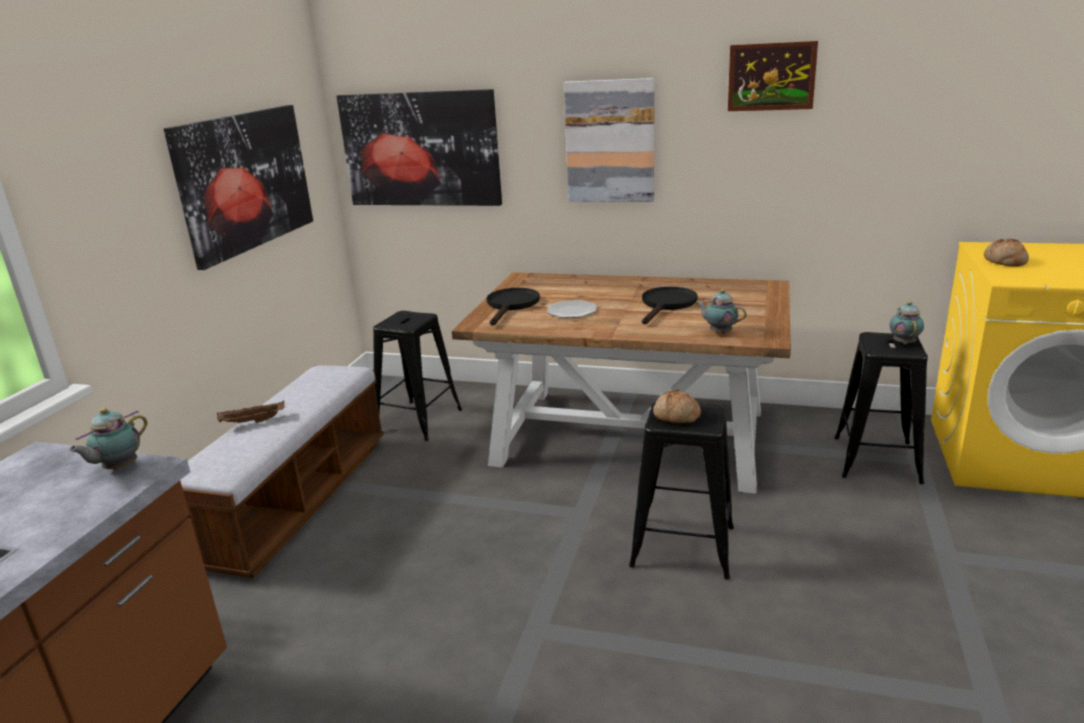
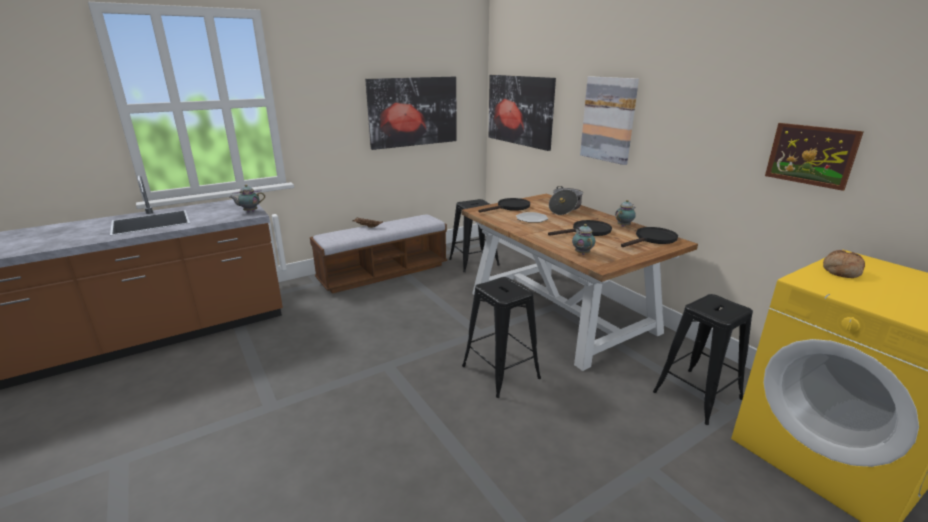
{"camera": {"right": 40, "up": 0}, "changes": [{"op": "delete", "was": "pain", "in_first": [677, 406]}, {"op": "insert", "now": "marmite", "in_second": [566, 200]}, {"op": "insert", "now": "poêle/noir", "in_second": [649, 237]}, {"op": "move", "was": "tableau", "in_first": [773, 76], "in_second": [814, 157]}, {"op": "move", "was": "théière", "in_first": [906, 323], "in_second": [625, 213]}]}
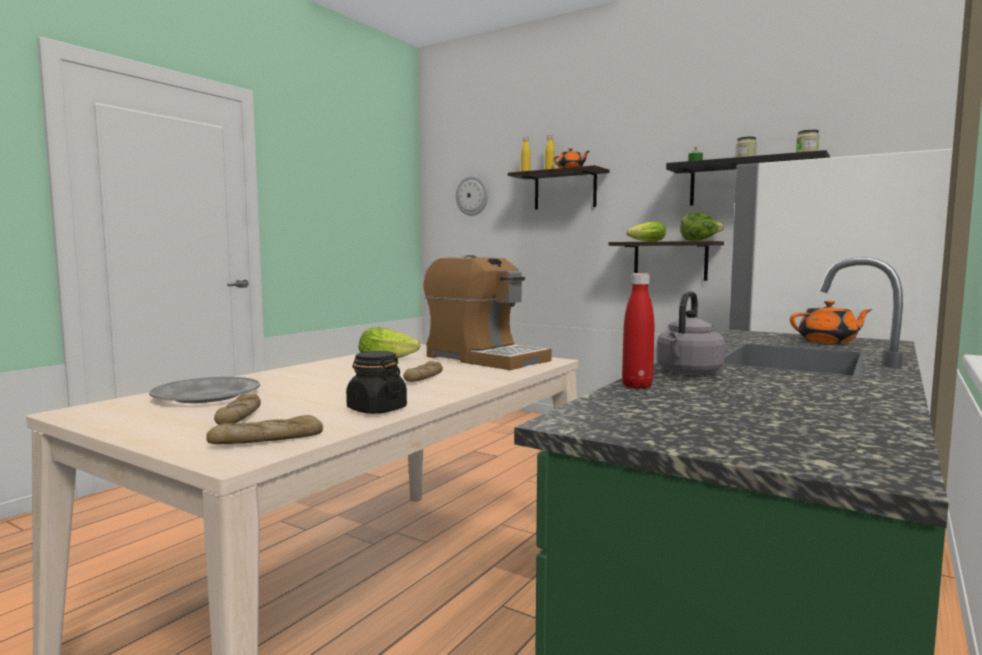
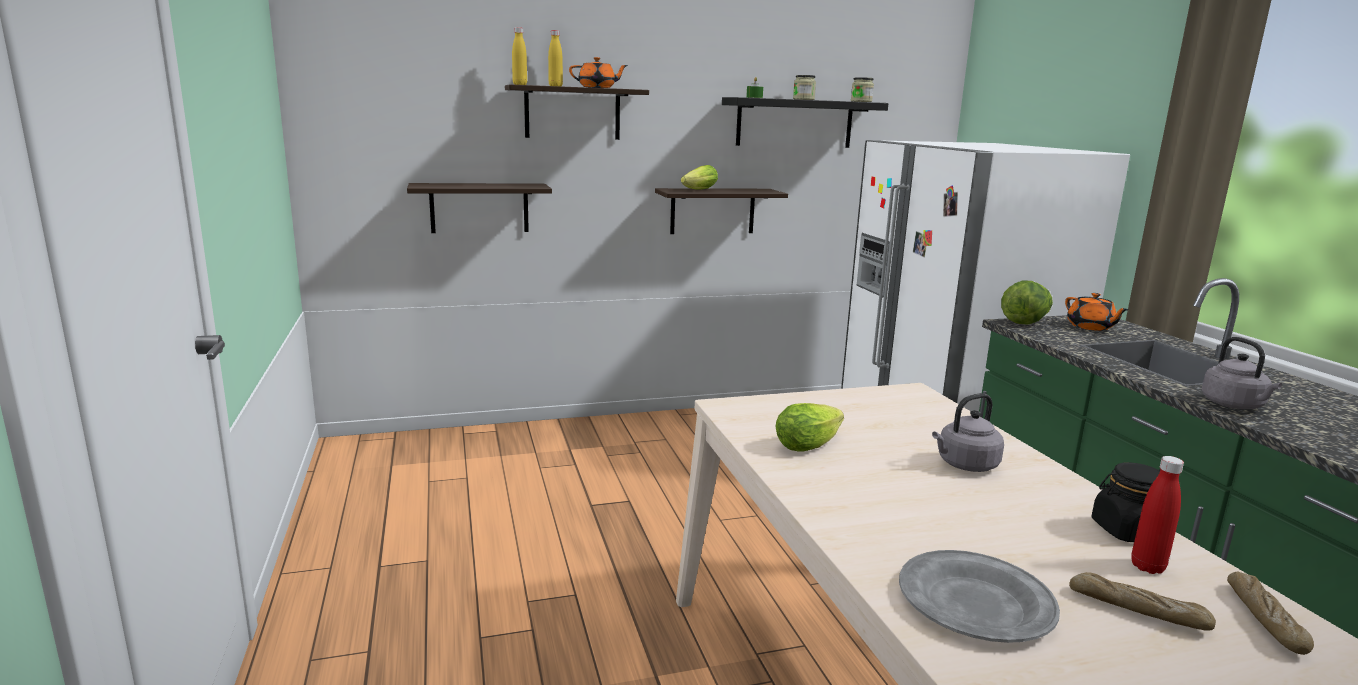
{"camera": {"right": -50, "up": 10}, "changes": [{"op": "delete", "was": "machine à café", "in_first": [487, 312]}, {"op": "delete", "was": "horloge murale", "in_first": [472, 195]}, {"op": "insert", "now": "étagère", "in_second": [479, 208]}, {"op": "move", "was": "bouteille/rouge", "in_first": [638, 331], "in_second": [1157, 515]}, {"op": "move", "was": "laitue", "in_first": [702, 226], "in_second": [1027, 302]}, {"op": "replace", "was": "pain", "now": "bouilloire/gris", "in_first": [423, 371], "in_second": [968, 432]}, {"op": "rotate", "was": "théière/orange", "in_first": [831, 322], "in_second": [1097, 312], "clockwise": 120}]}
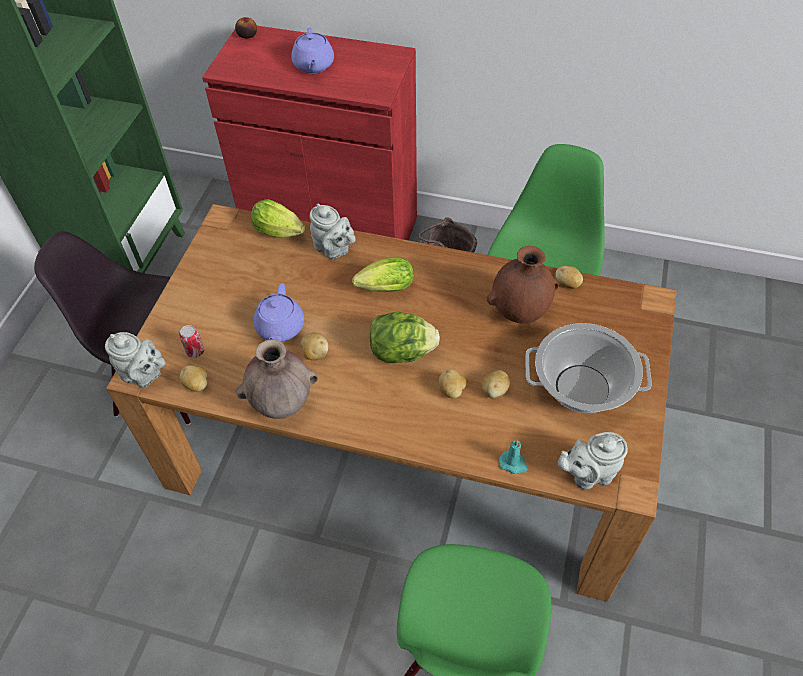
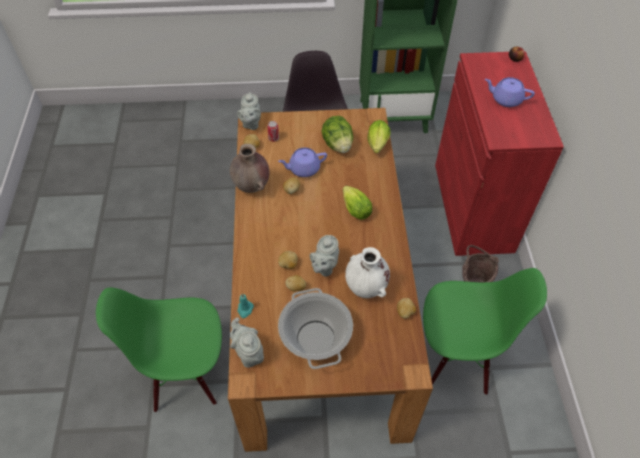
{"camera": {"right": 70, "up": 0}, "changes": [{"op": "move", "was": "théière/gris", "in_first": [332, 231], "in_second": [324, 256]}, {"op": "move", "was": "laitue", "in_first": [405, 337], "in_second": [337, 134]}, {"op": "recolor", "was": "vase/marron", "now": "vase/blanc", "in_first": [522, 284], "in_second": [367, 272]}, {"op": "rotate", "was": "théière/violet", "in_first": [313, 50], "in_second": [510, 92], "clockwise": 45}]}
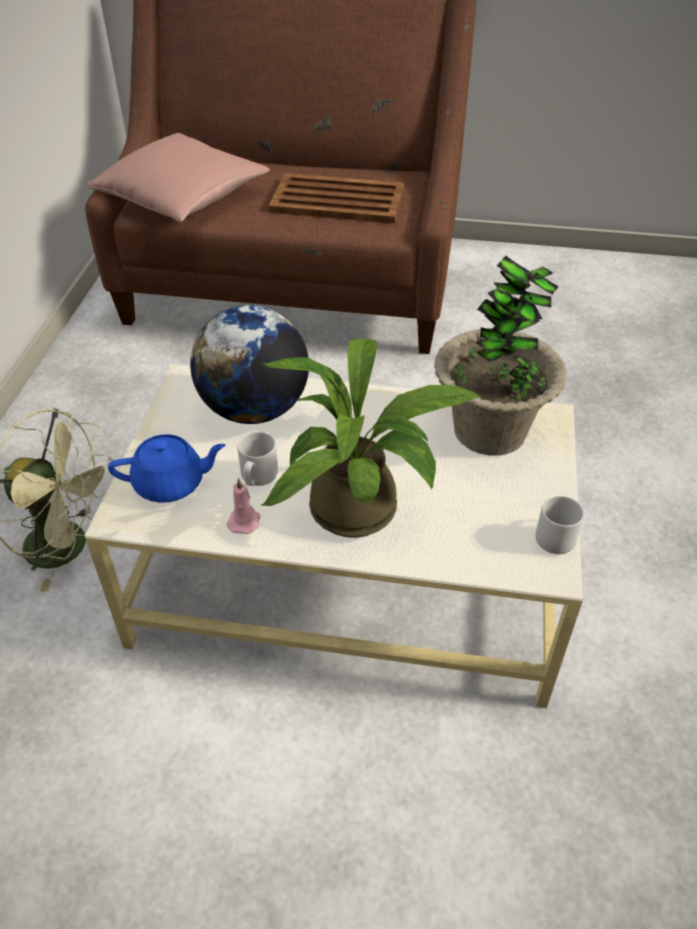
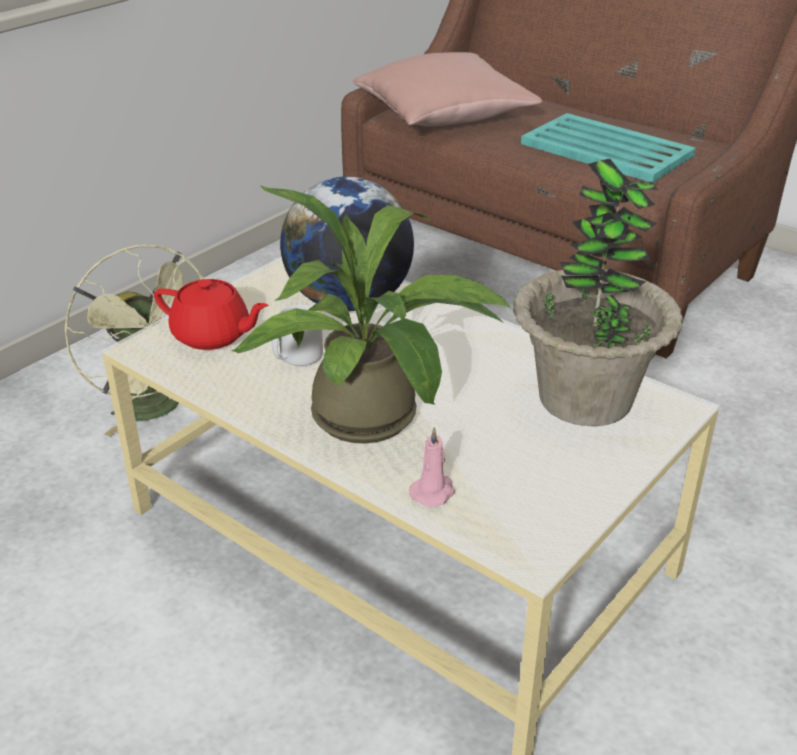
{"camera": {"right": 30, "up": -10}, "changes": [{"op": "delete", "was": "mug/gris", "in_first": [559, 525]}, {"op": "move", "was": "bougie/rose", "in_first": [243, 505], "in_second": [432, 467]}, {"op": "recolor", "was": "théière/bleu", "now": "théière/rouge", "in_first": [167, 468], "in_second": [211, 314]}, {"op": "recolor", "was": "plateau/marron", "now": "plateau/turquoise", "in_first": [336, 198], "in_second": [608, 148]}]}
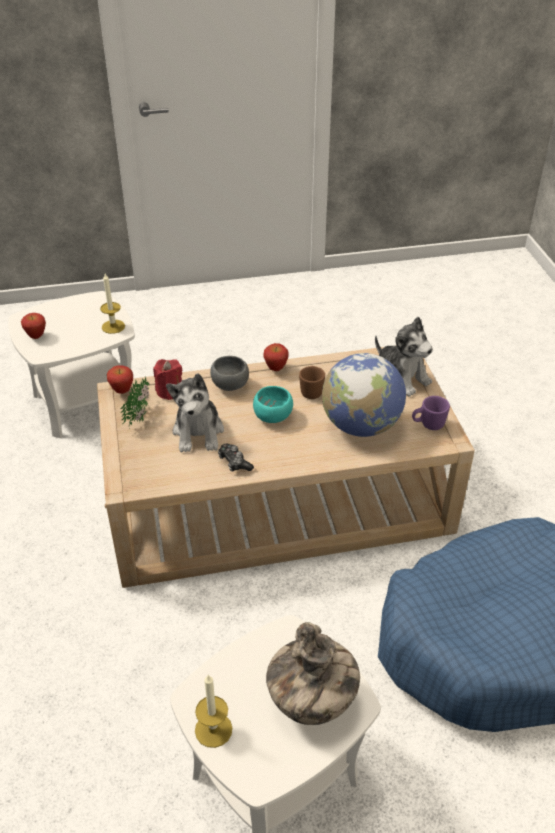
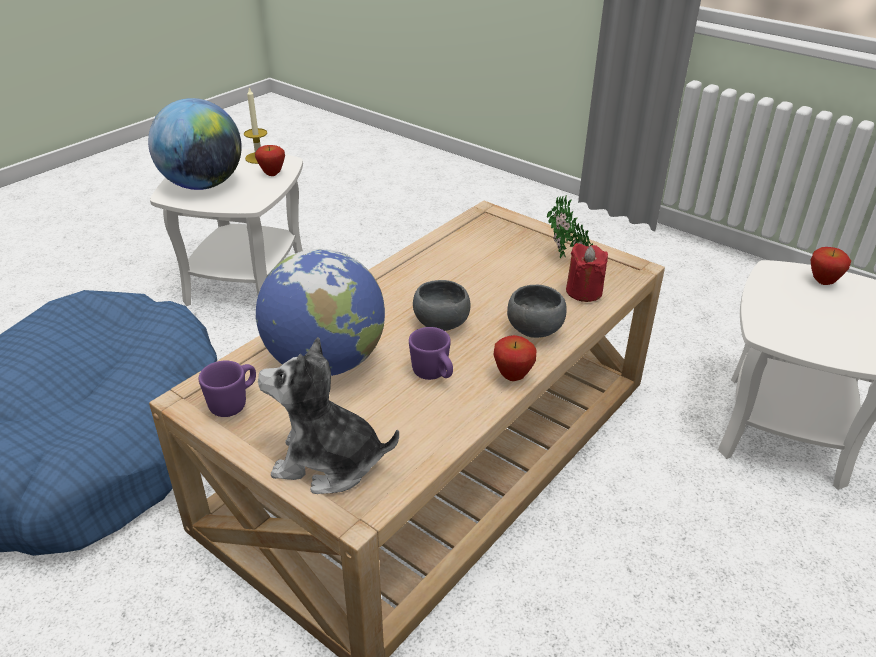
{"camera": {"right": 140, "up": -5}, "changes": [{"op": "delete", "was": "bougie", "in_first": [112, 304]}, {"op": "delete", "was": "peluche", "in_first": [195, 412]}, {"op": "delete", "was": "manette", "in_first": [236, 458]}, {"op": "move", "was": "pomme", "in_first": [120, 379], "in_second": [270, 160]}, {"op": "replace", "was": "vase", "now": "globe", "in_first": [313, 673], "in_second": [195, 144]}, {"op": "recolor", "was": "bol/turquoise", "now": "bol/gris", "in_first": [273, 404], "in_second": [442, 305]}, {"op": "recolor", "was": "mug/marron", "now": "mug/violet", "in_first": [312, 382], "in_second": [431, 353]}]}
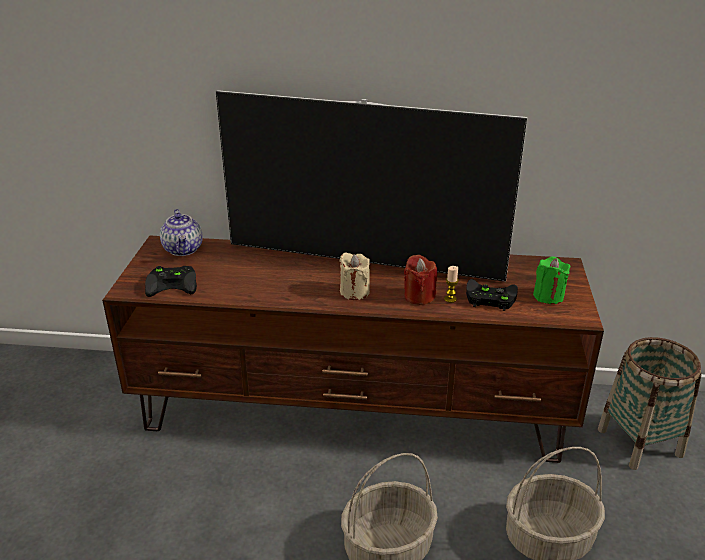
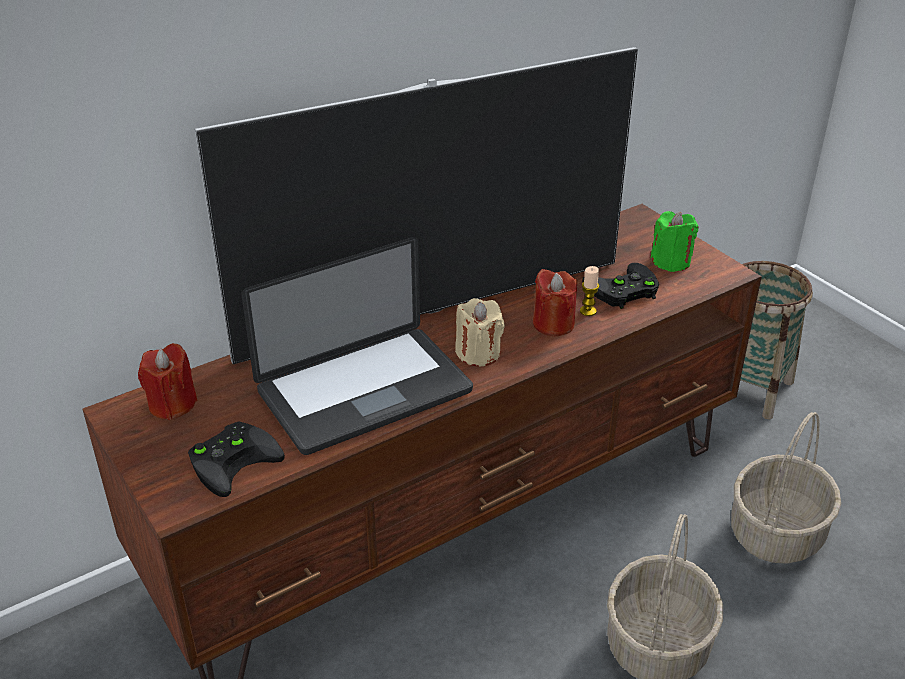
{"camera": {"right": -40, "up": 5}, "changes": [{"op": "insert", "now": "ordinateur portable", "in_second": [357, 346]}, {"op": "replace", "was": "théière", "now": "bougie/rouge", "in_first": [181, 232], "in_second": [167, 381]}]}
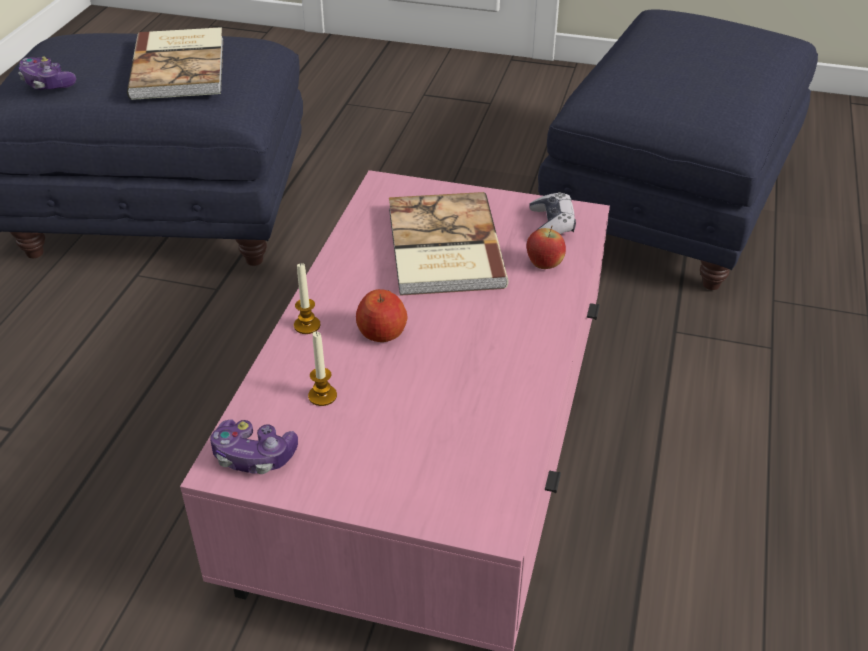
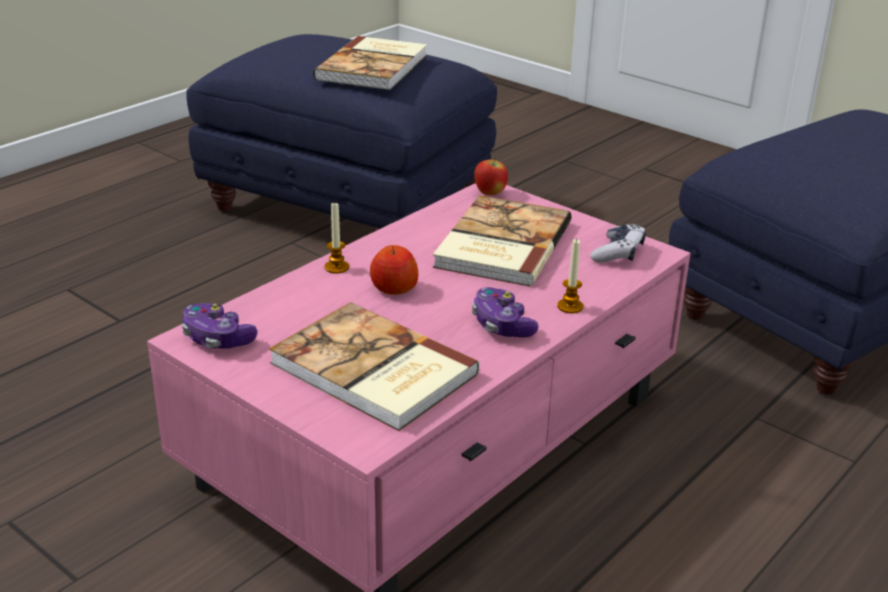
{"camera": {"right": 25, "up": -10}, "changes": [{"op": "insert", "now": "livre", "in_second": [374, 366]}, {"op": "move", "was": "manette", "in_first": [47, 73], "in_second": [505, 312]}, {"op": "move", "was": "bougie", "in_first": [322, 368], "in_second": [570, 276]}, {"op": "move", "was": "pomme", "in_first": [546, 247], "in_second": [491, 175]}]}
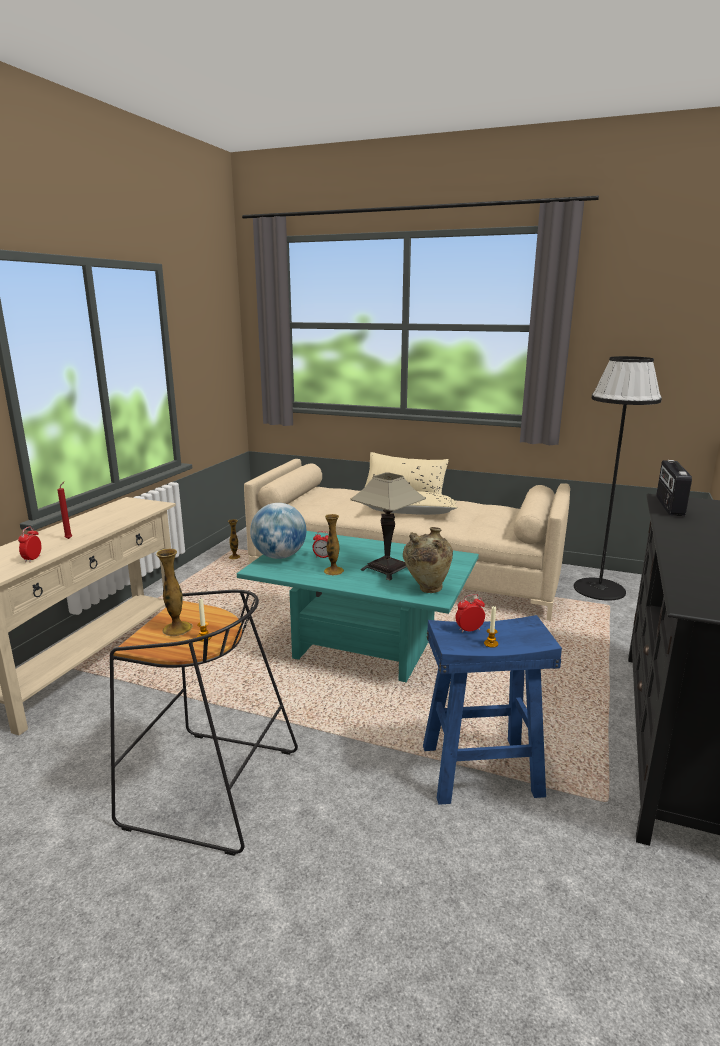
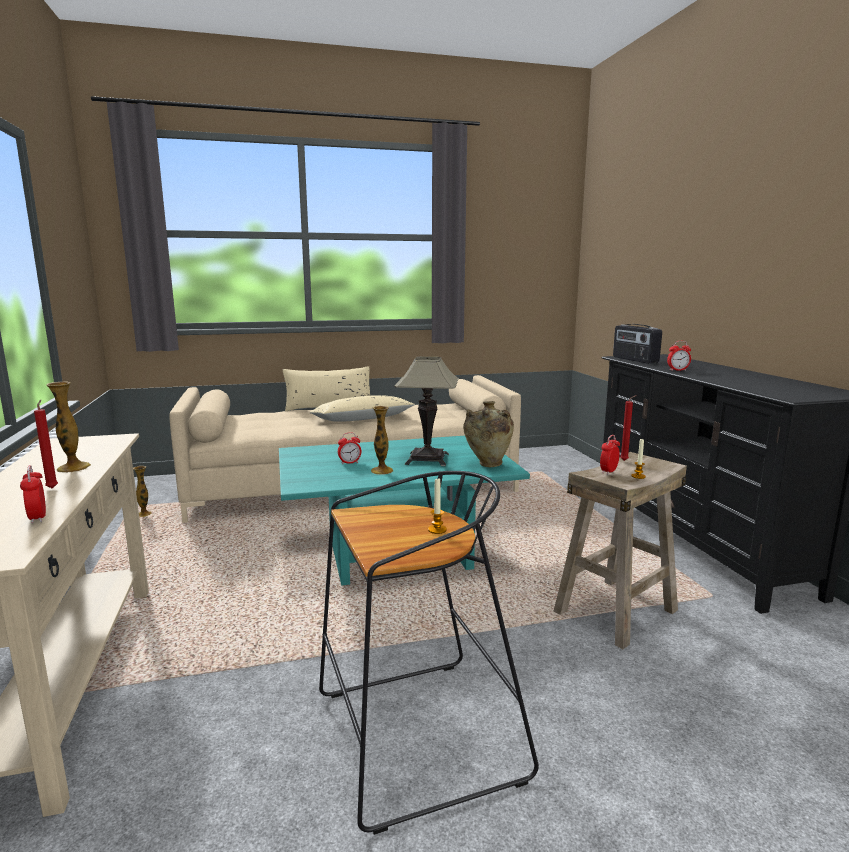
{"camera": {"right": -35, "up": -5}, "changes": [{"op": "delete", "was": "globe", "in_first": [278, 531]}, {"op": "delete", "was": "lampadaire/noir", "in_first": [617, 478]}, {"op": "insert", "now": "bougie/rouge", "in_second": [628, 428]}, {"op": "insert", "now": "réveil", "in_second": [679, 356]}, {"op": "move", "was": "vase", "in_first": [174, 592], "in_second": [69, 427]}, {"op": "recolor", "was": "tabouret/bleu", "now": "tabouret/beige", "in_first": [492, 710], "in_second": [620, 550]}]}
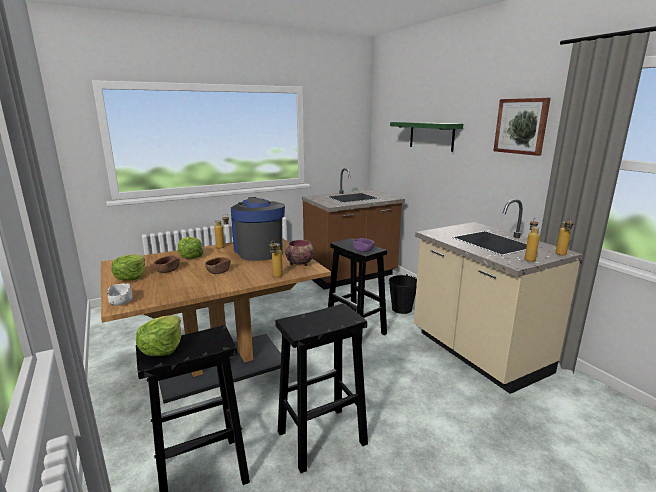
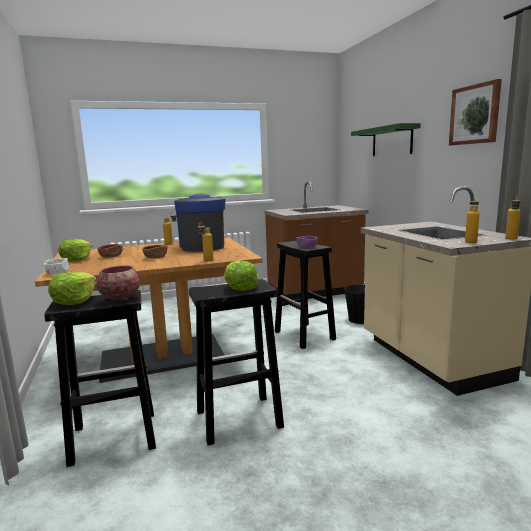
{"camera": {"right": 10, "up": -5}, "changes": [{"op": "move", "was": "laitue", "in_first": [191, 248], "in_second": [241, 275]}, {"op": "move", "was": "bol", "in_first": [299, 253], "in_second": [118, 283]}]}
